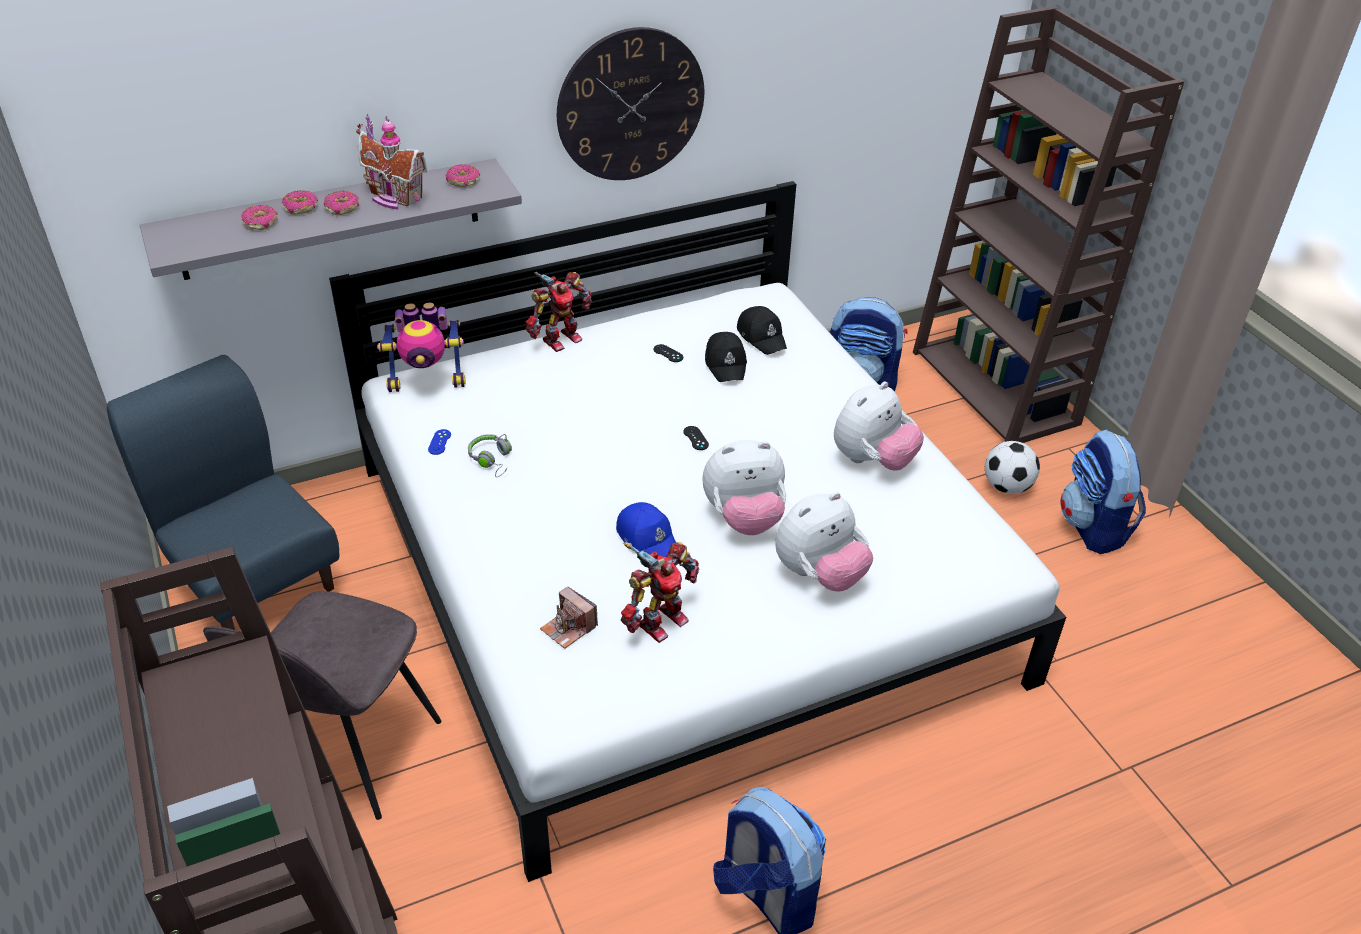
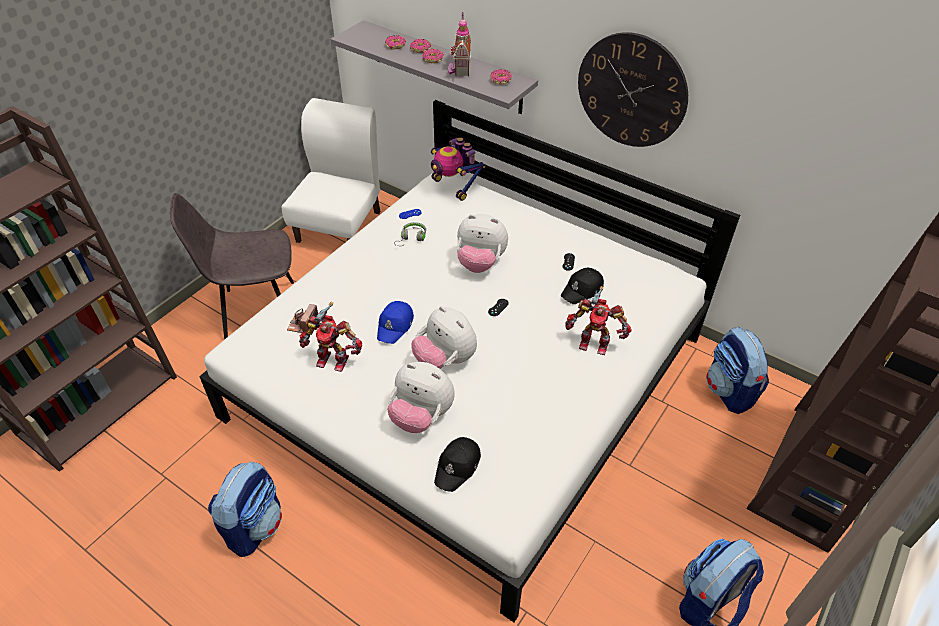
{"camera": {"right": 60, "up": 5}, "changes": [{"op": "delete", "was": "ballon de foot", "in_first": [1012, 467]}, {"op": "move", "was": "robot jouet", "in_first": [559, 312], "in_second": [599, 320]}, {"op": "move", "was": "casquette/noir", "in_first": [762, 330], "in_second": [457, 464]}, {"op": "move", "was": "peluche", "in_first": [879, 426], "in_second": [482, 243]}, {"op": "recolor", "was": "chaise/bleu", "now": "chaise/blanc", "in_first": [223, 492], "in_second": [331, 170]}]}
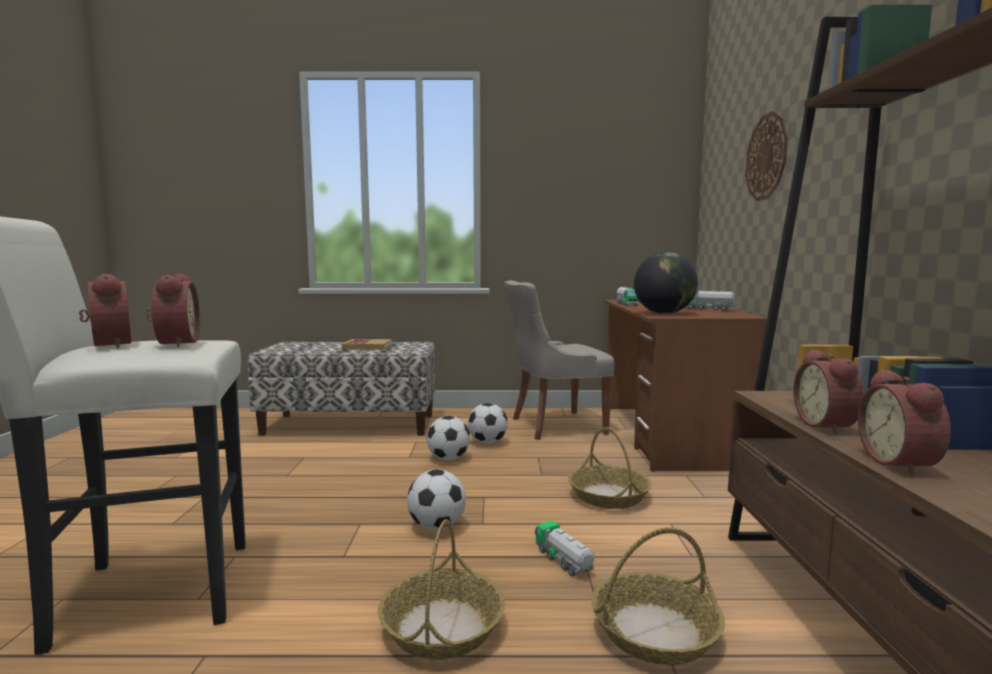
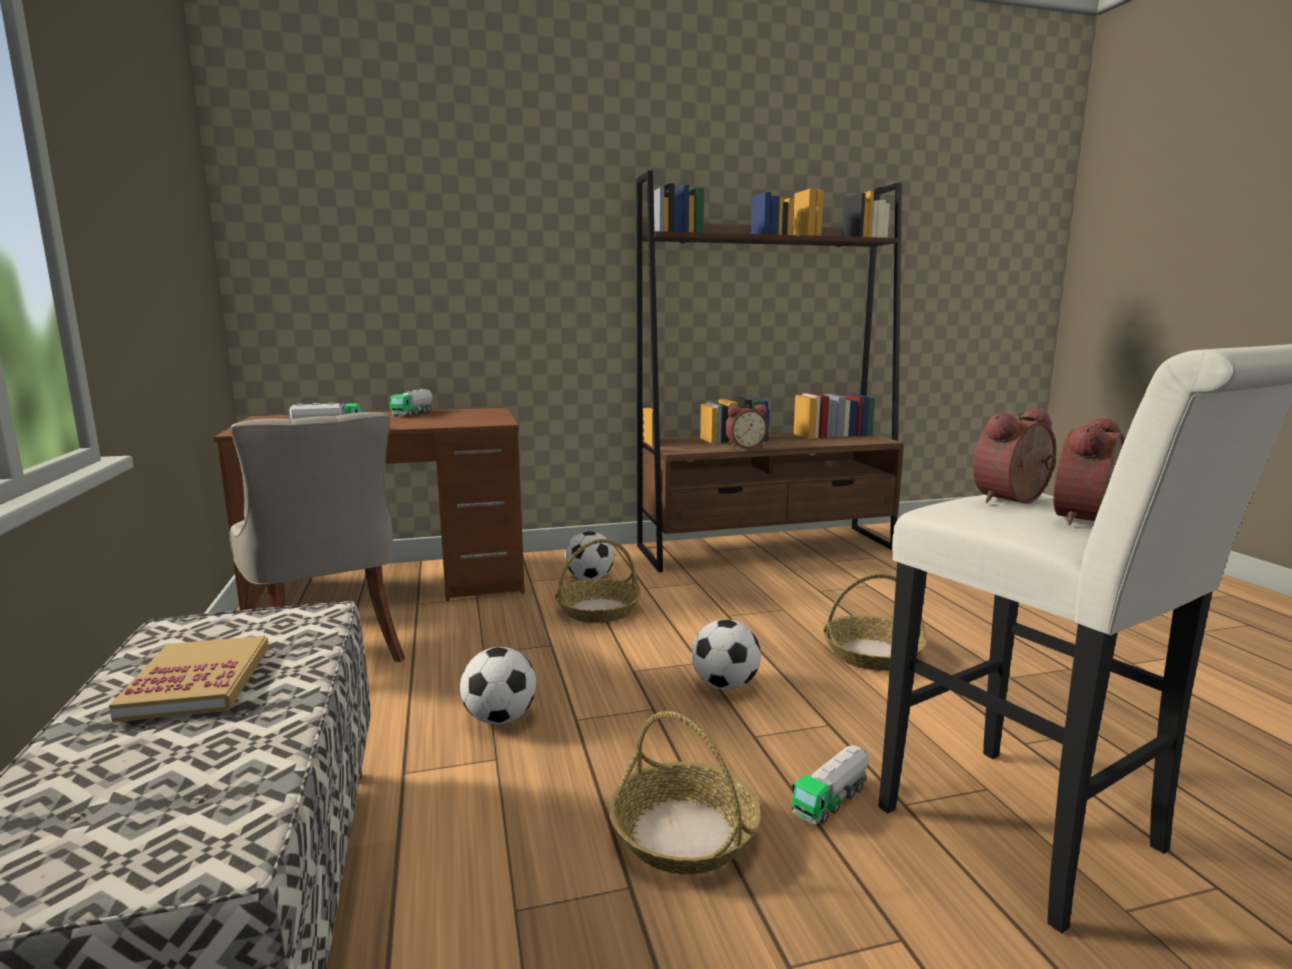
{"camera": {"right": -105, "up": 5}, "changes": [{"op": "delete", "was": "globe", "in_first": [666, 283]}, {"op": "delete", "was": "horloge murale", "in_first": [766, 156]}, {"op": "delete", "was": "réveil", "in_first": [904, 422]}, {"op": "move", "was": "ballon de foot", "in_first": [488, 423], "in_second": [589, 555]}, {"op": "move", "was": "camion jouet", "in_first": [565, 549], "in_second": [830, 784]}, {"op": "move", "was": "panier", "in_first": [658, 596], "in_second": [685, 792]}]}
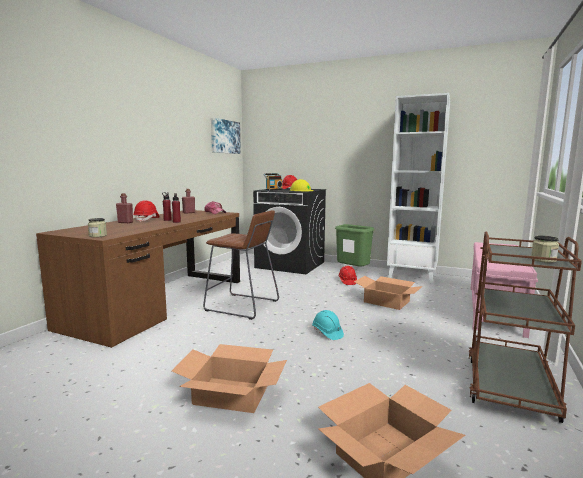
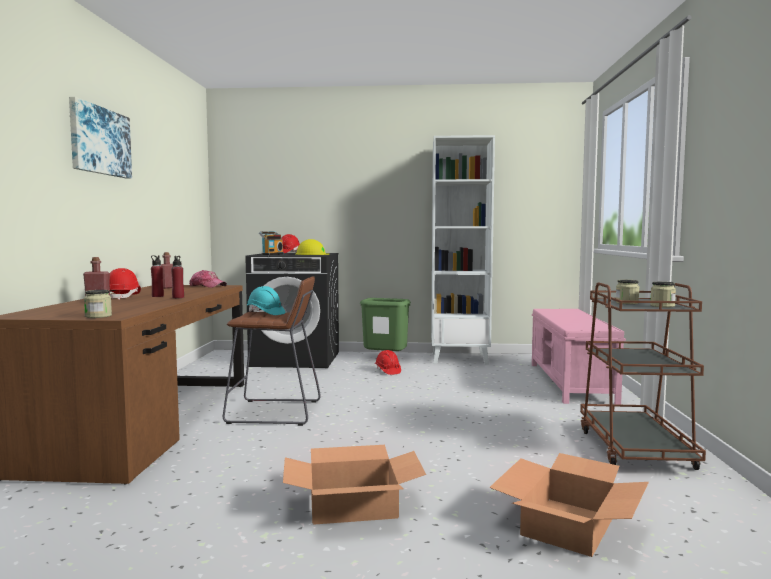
{"camera": {"right": -20, "up": -5}, "changes": [{"op": "delete", "was": "carton", "in_first": [388, 293]}, {"op": "insert", "now": "bocal", "in_second": [627, 292]}, {"op": "move", "was": "tableau", "in_first": [226, 135], "in_second": [100, 138]}, {"op": "move", "was": "casque de chantier/turquoise", "in_first": [328, 325], "in_second": [266, 300]}]}
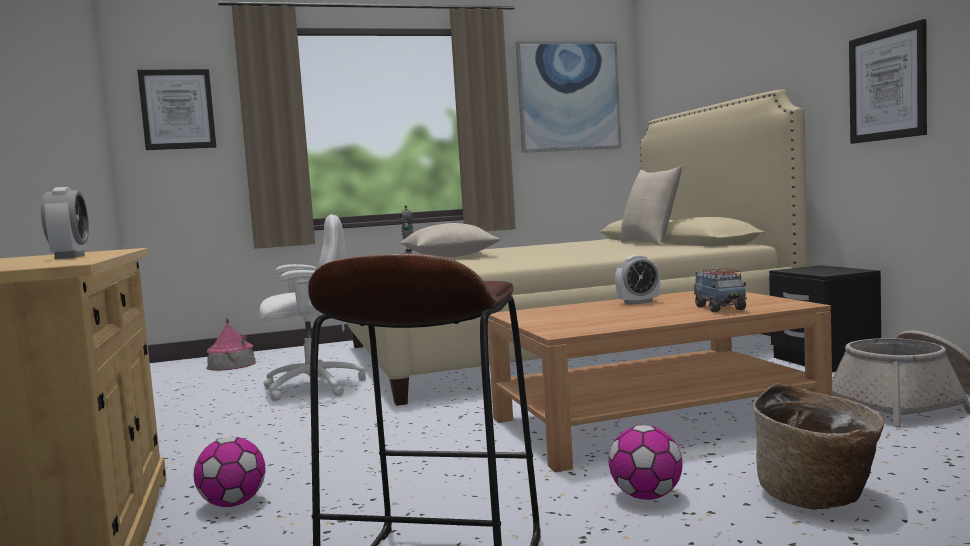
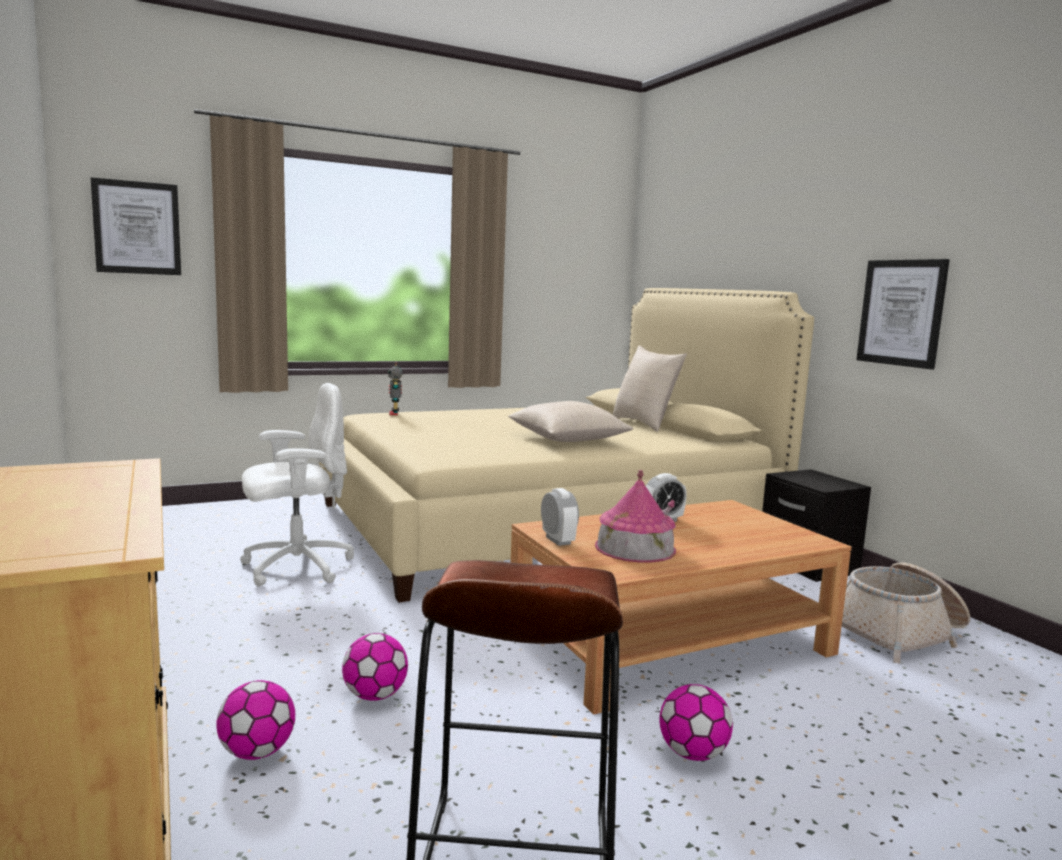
{"camera": {"right": -10, "up": 5}, "changes": [{"op": "delete", "was": "tableau", "in_first": [568, 97]}, {"op": "delete", "was": "camion jouet", "in_first": [720, 290]}, {"op": "delete", "was": "panier", "in_first": [818, 446]}, {"op": "insert", "now": "ballon de foot", "in_second": [375, 667]}, {"op": "move", "was": "réveil", "in_first": [65, 223], "in_second": [560, 517]}, {"op": "move", "was": "maison miniature", "in_first": [231, 344], "in_second": [635, 516]}, {"op": "move", "was": "coussin/beige", "in_first": [450, 240], "in_second": [570, 421]}]}
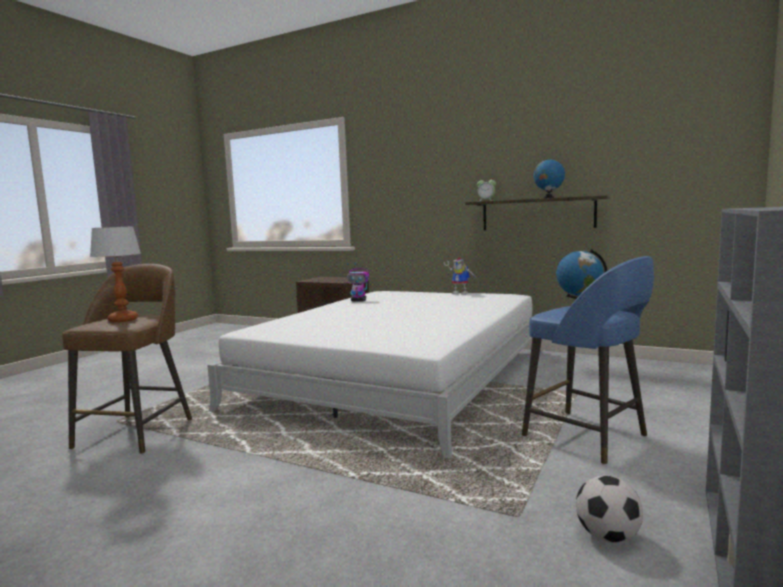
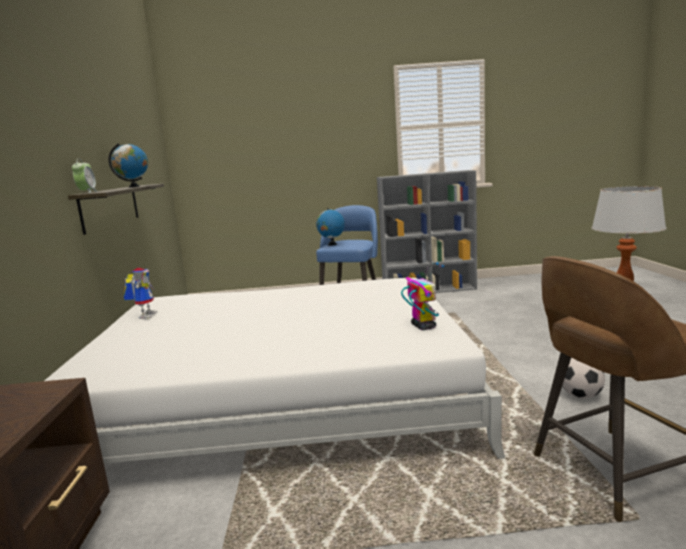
{"camera": {"right": -120, "up": 5}, "changes": [{"op": "move", "was": "robot jouet", "in_first": [358, 282], "in_second": [422, 296]}, {"op": "move", "was": "ballon de foot", "in_first": [609, 509], "in_second": [583, 378]}]}
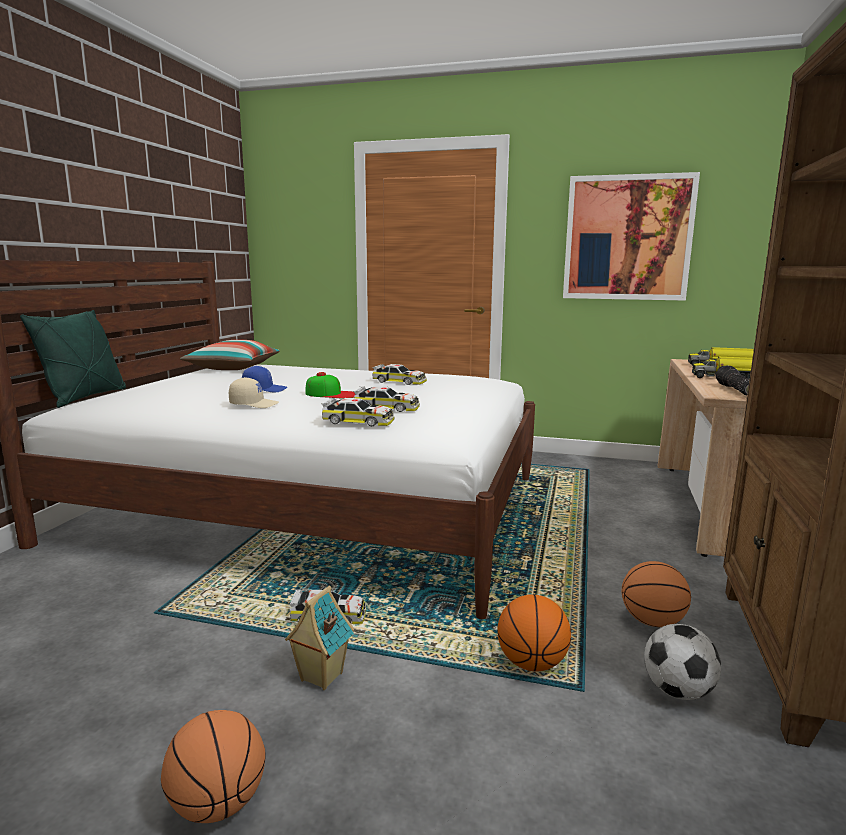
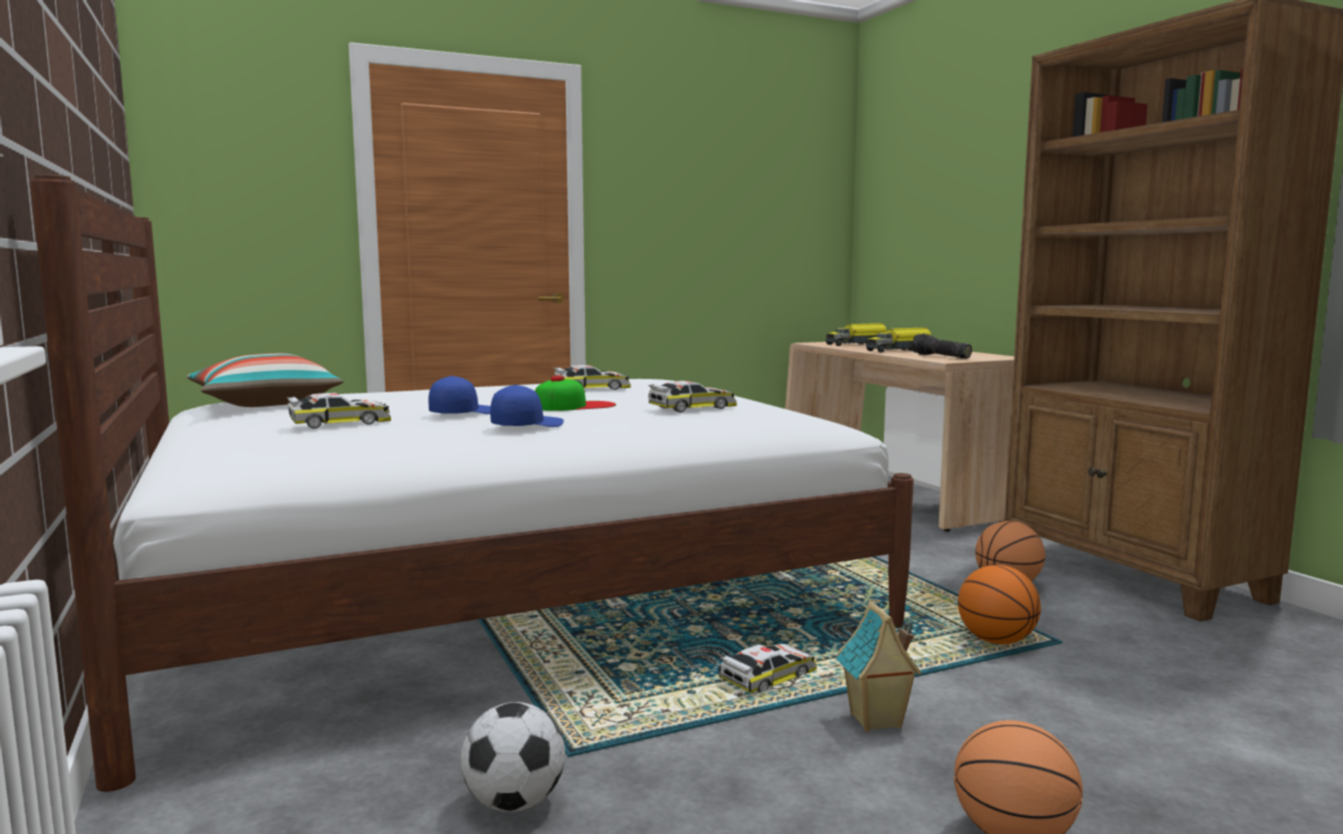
{"camera": {"right": -40, "up": -5}, "changes": [{"op": "delete", "was": "coussin/vert", "in_first": [73, 359]}, {"op": "delete", "was": "tableau", "in_first": [631, 236]}, {"op": "move", "was": "petite voiture", "in_first": [358, 412], "in_second": [338, 411]}, {"op": "move", "was": "ballon de foot", "in_first": [682, 662], "in_second": [513, 757]}, {"op": "recolor", "was": "casquette/beige", "now": "casquette/bleu", "in_first": [254, 392], "in_second": [527, 406]}]}
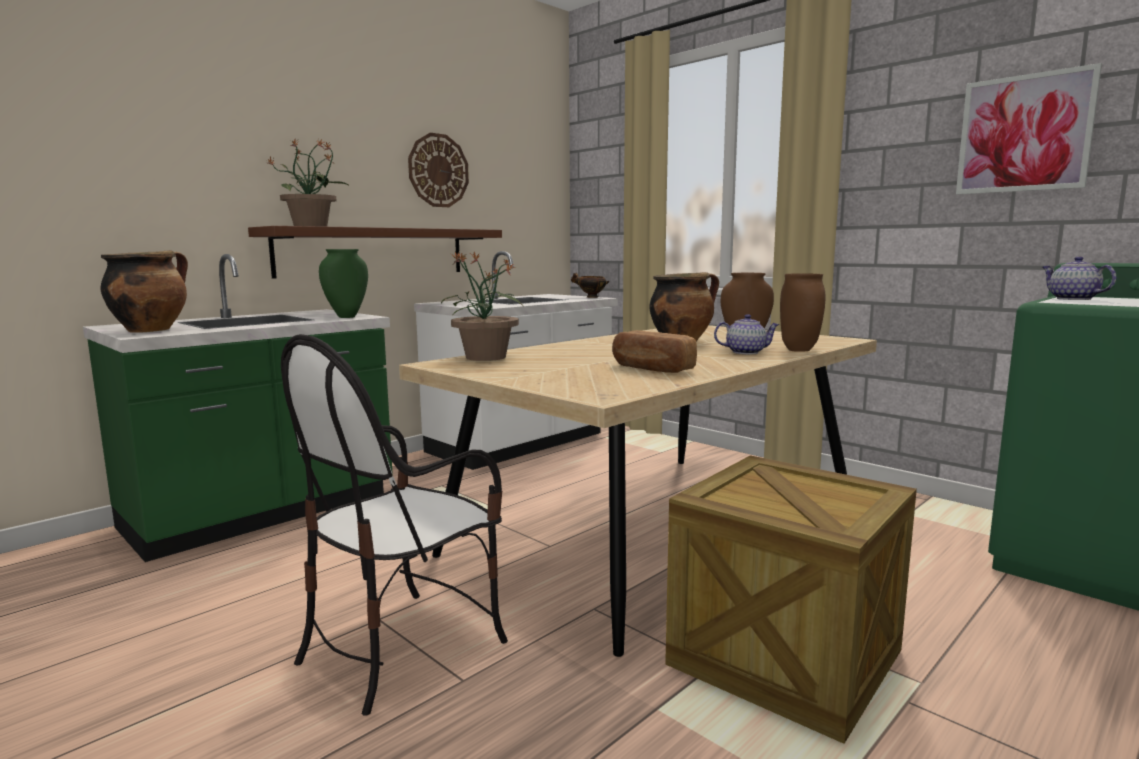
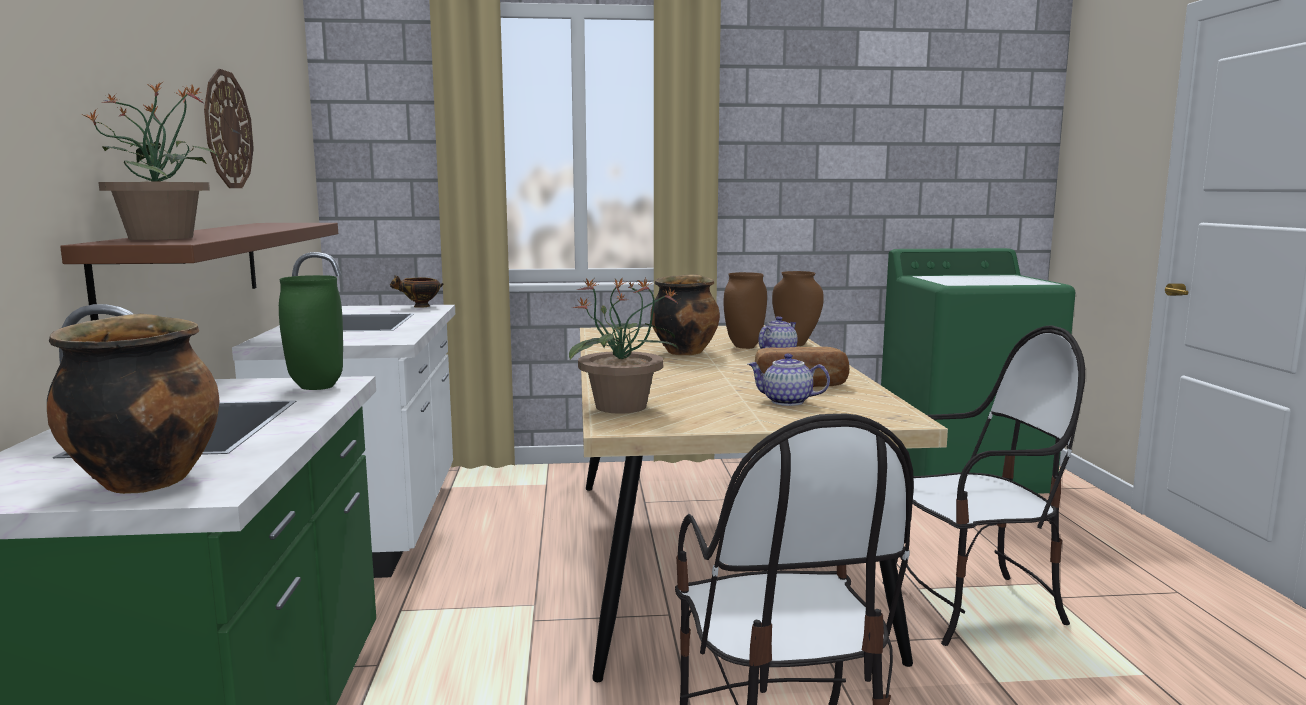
{"camera": {"right": -50, "up": 0}, "changes": [{"op": "delete", "was": "tableau", "in_first": [1029, 129]}, {"op": "move", "was": "théière", "in_first": [1079, 278], "in_second": [789, 379]}, {"op": "replace", "was": "caisse", "now": "chaise", "in_first": [791, 599], "in_second": [984, 486]}]}
